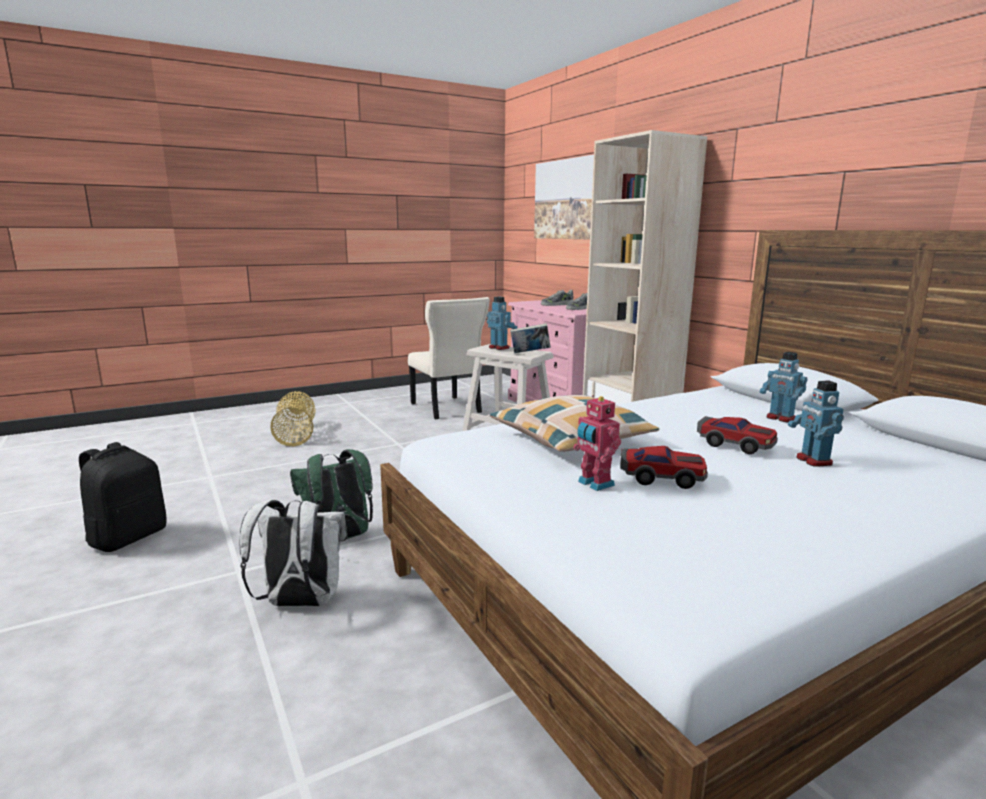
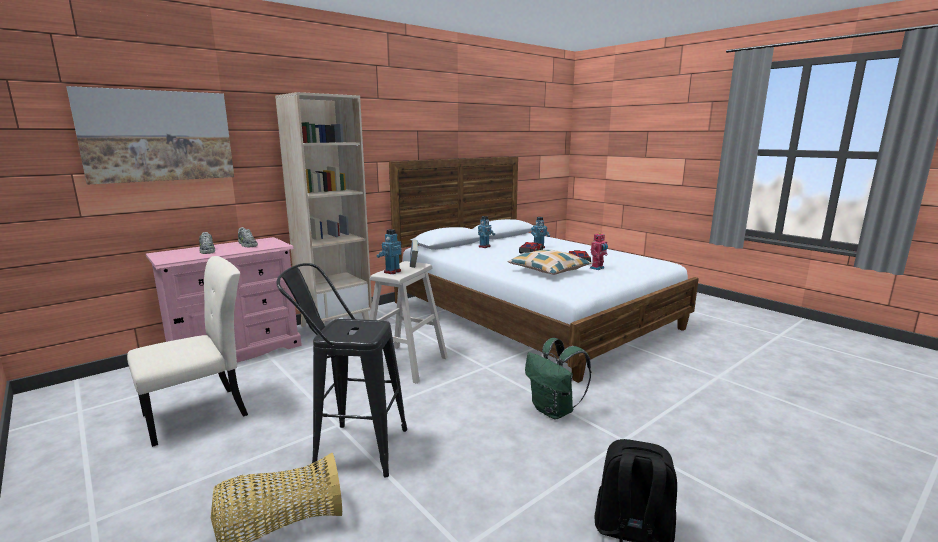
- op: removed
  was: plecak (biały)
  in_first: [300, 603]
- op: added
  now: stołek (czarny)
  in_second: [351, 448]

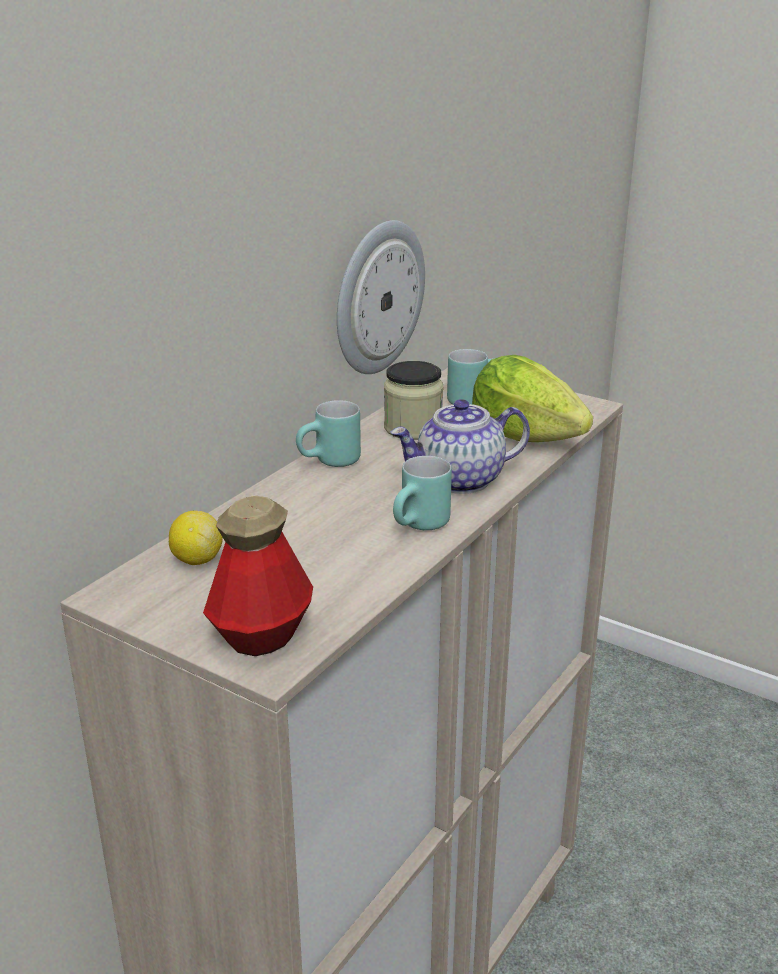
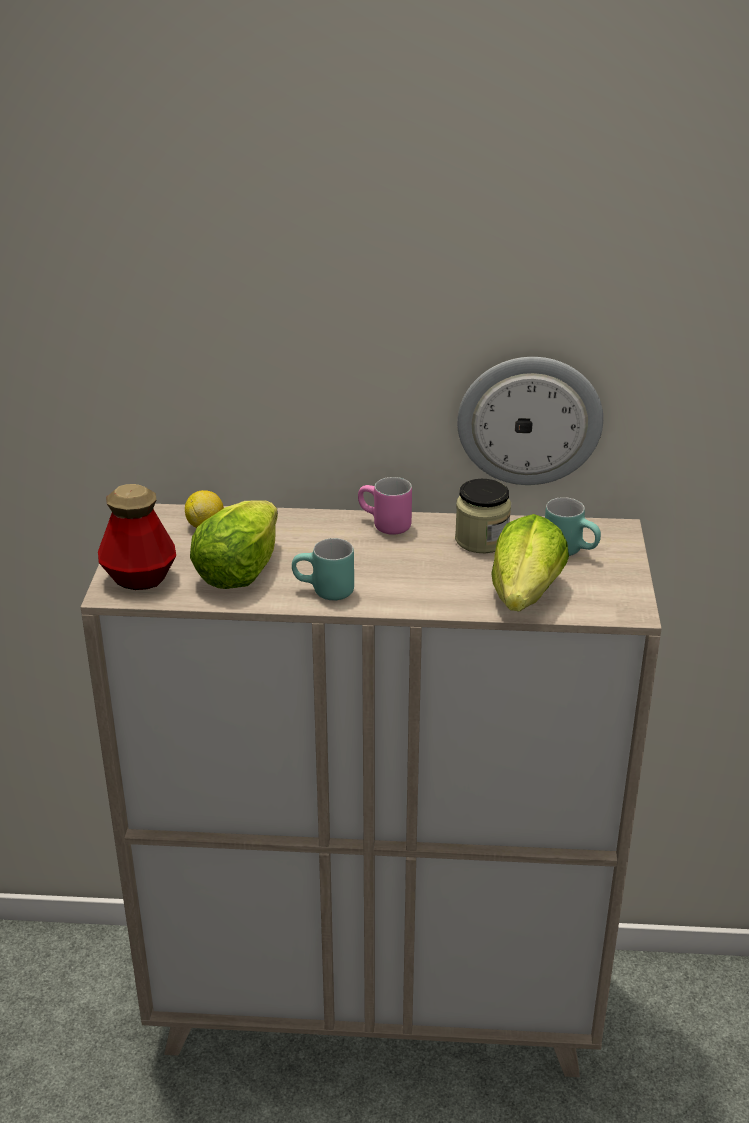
- op: removed
  was: imbryk
  in_first: [459, 480]
- op: recoloured
  was: kubek (turkusowy)
  now: kubek (różowy)
  in_first: [331, 463]
  in_second: [383, 526]
- op: added
  now: sałata
  in_second: [238, 572]

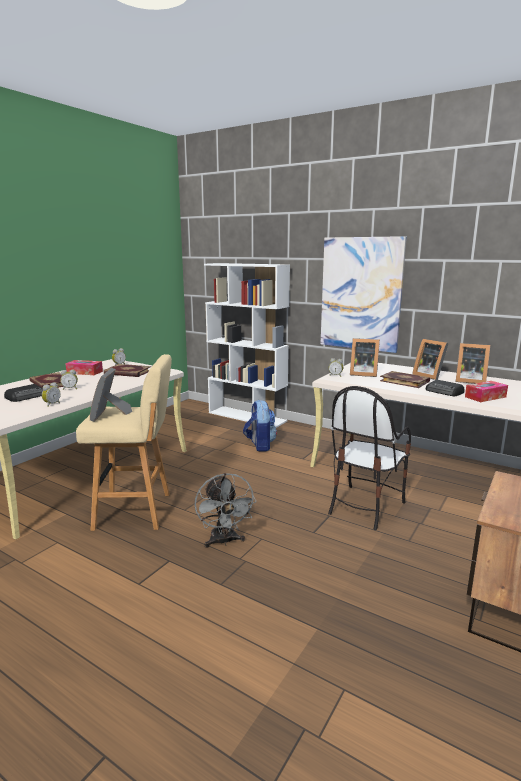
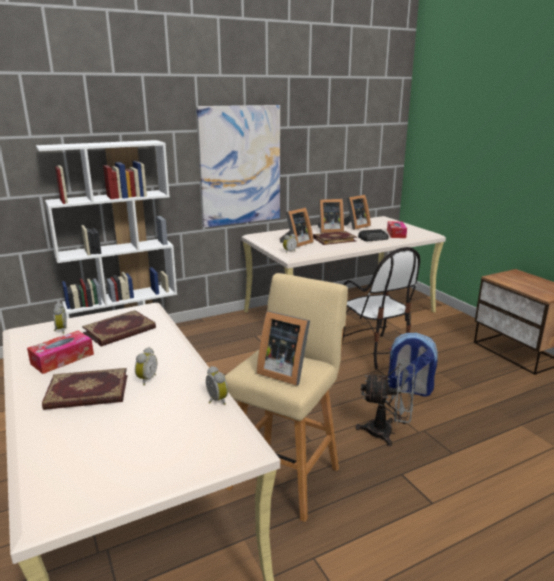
- op: removed
  was: radio
  in_first: [26, 396]
- op: moved
  was: plecak
  in_first: [260, 445]
  in_second: [408, 389]

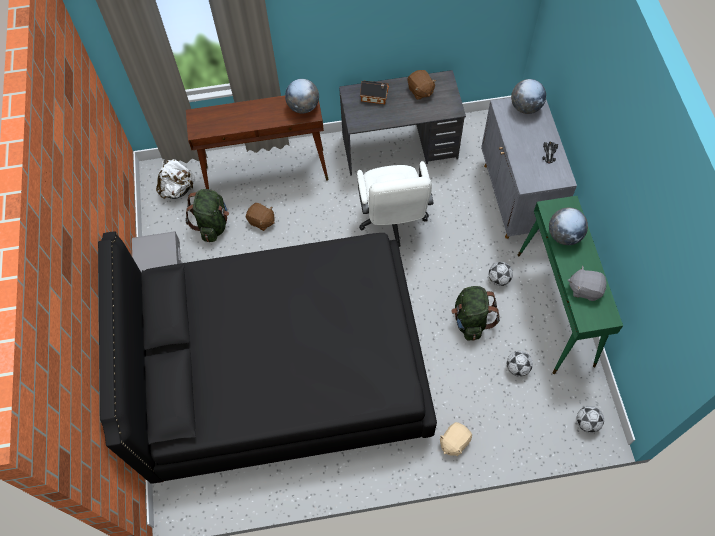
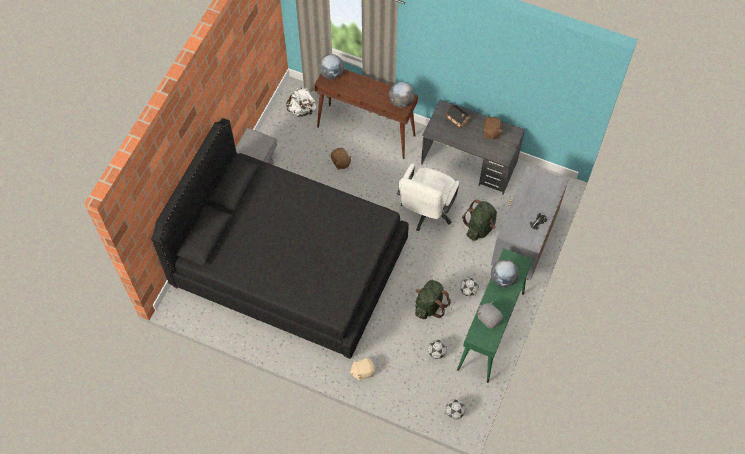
- op: moved
  was: globus
  in_first: [525, 107]
  in_second: [331, 74]
- op: moved
  was: plecak (zielony)
  in_first: [213, 224]
  in_second: [480, 227]

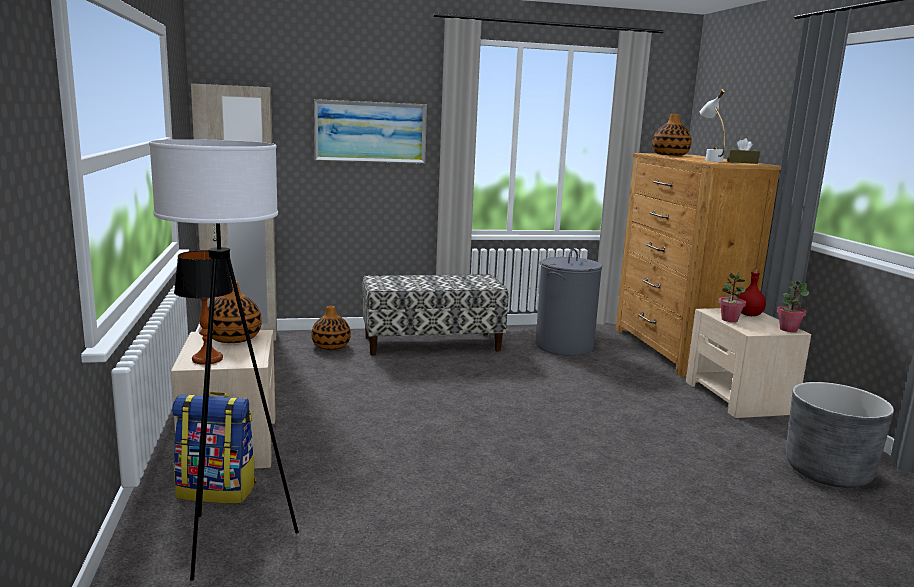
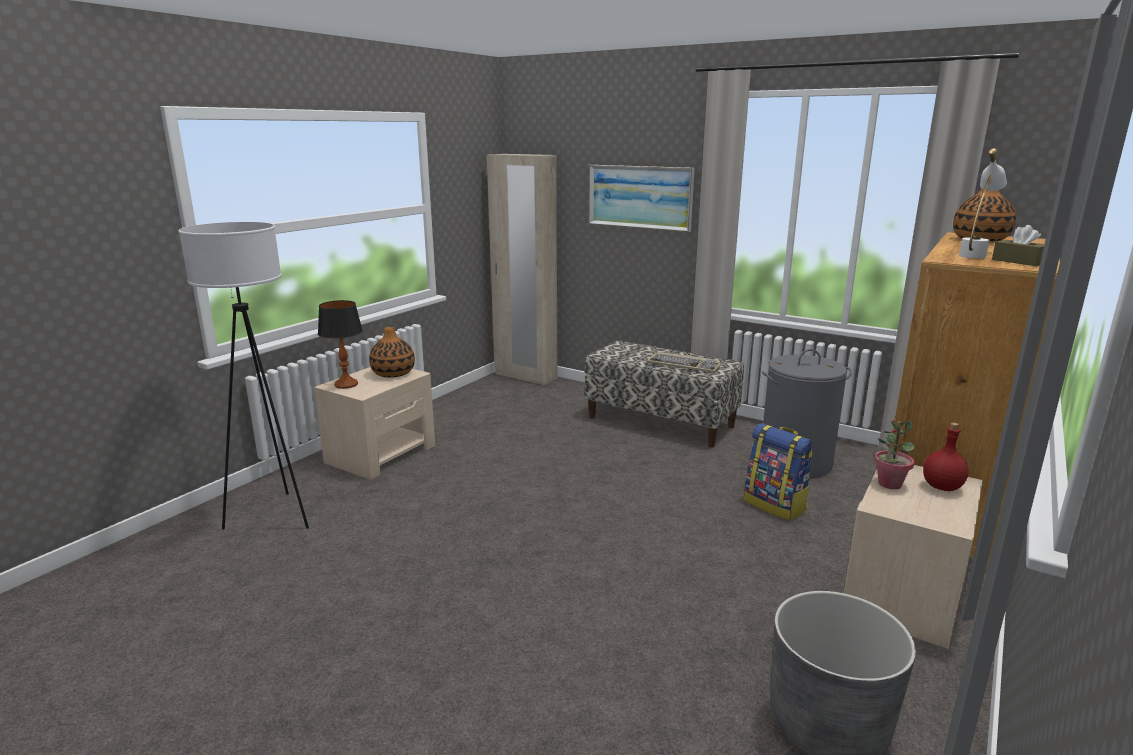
- op: removed
  was: roślina doniczkowa
  in_first: [788, 329]
- op: removed
  was: wazon
  in_first: [331, 346]
- op: moved
  was: plecak
  in_first: [217, 490]
  in_second: [775, 505]
- op: added
  now: klawiatura
  in_second: [684, 365]

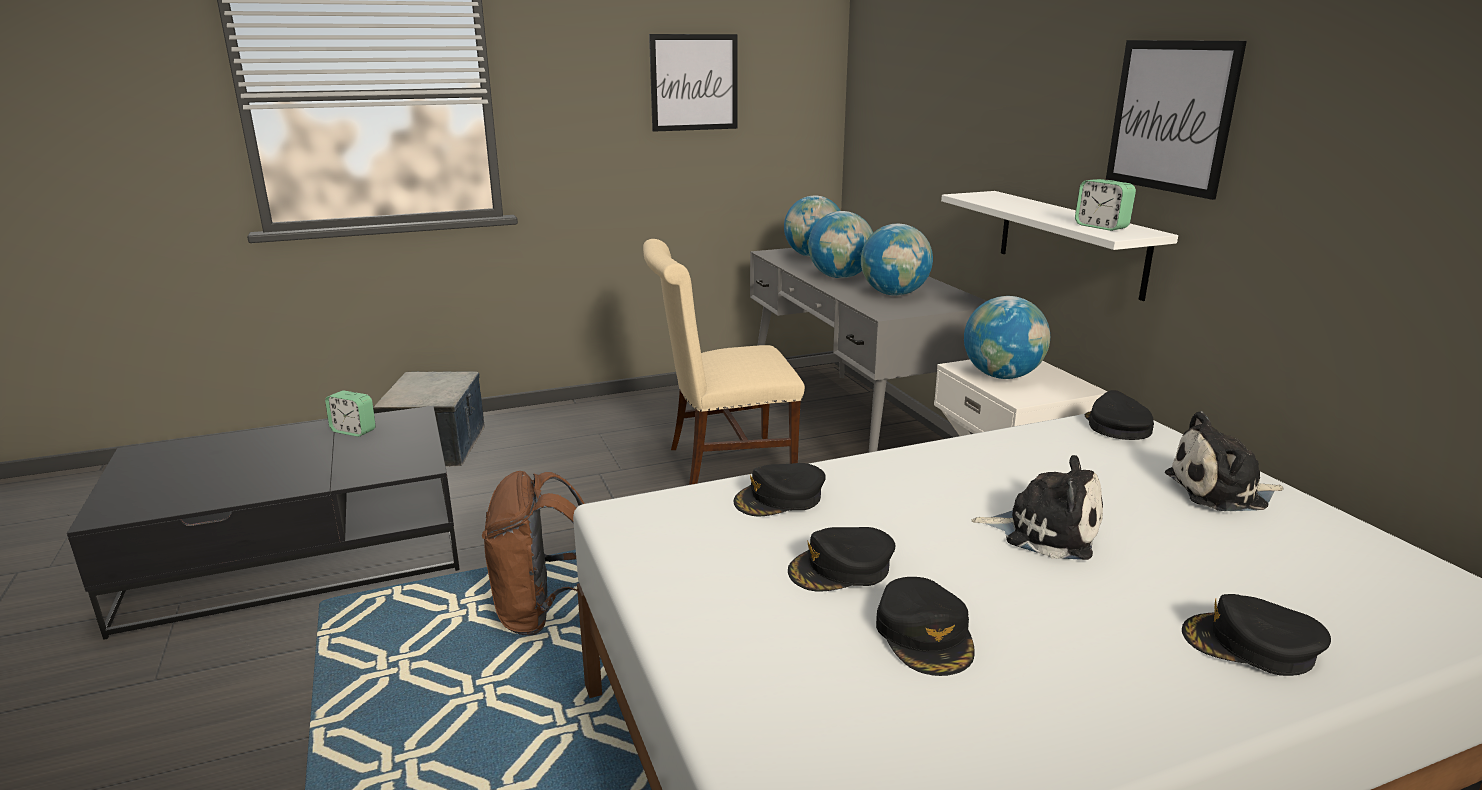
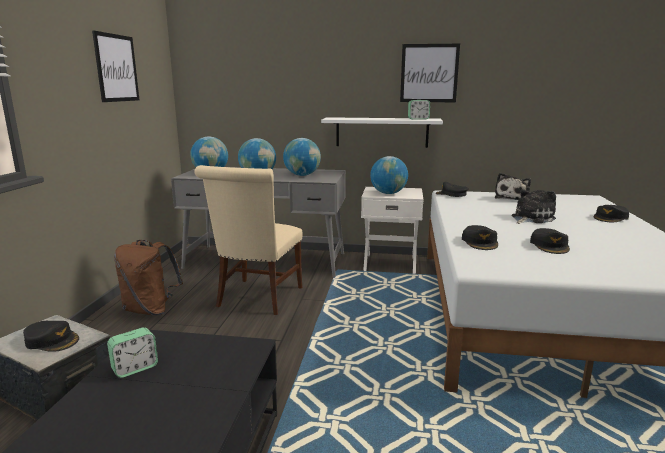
- op: moved
  was: plecak (brązowy)
  in_first: [544, 613]
  in_second: [151, 310]
- op: moved
  was: czapka z daszkiem (czarny)
  in_first: [925, 635]
  in_second: [52, 340]

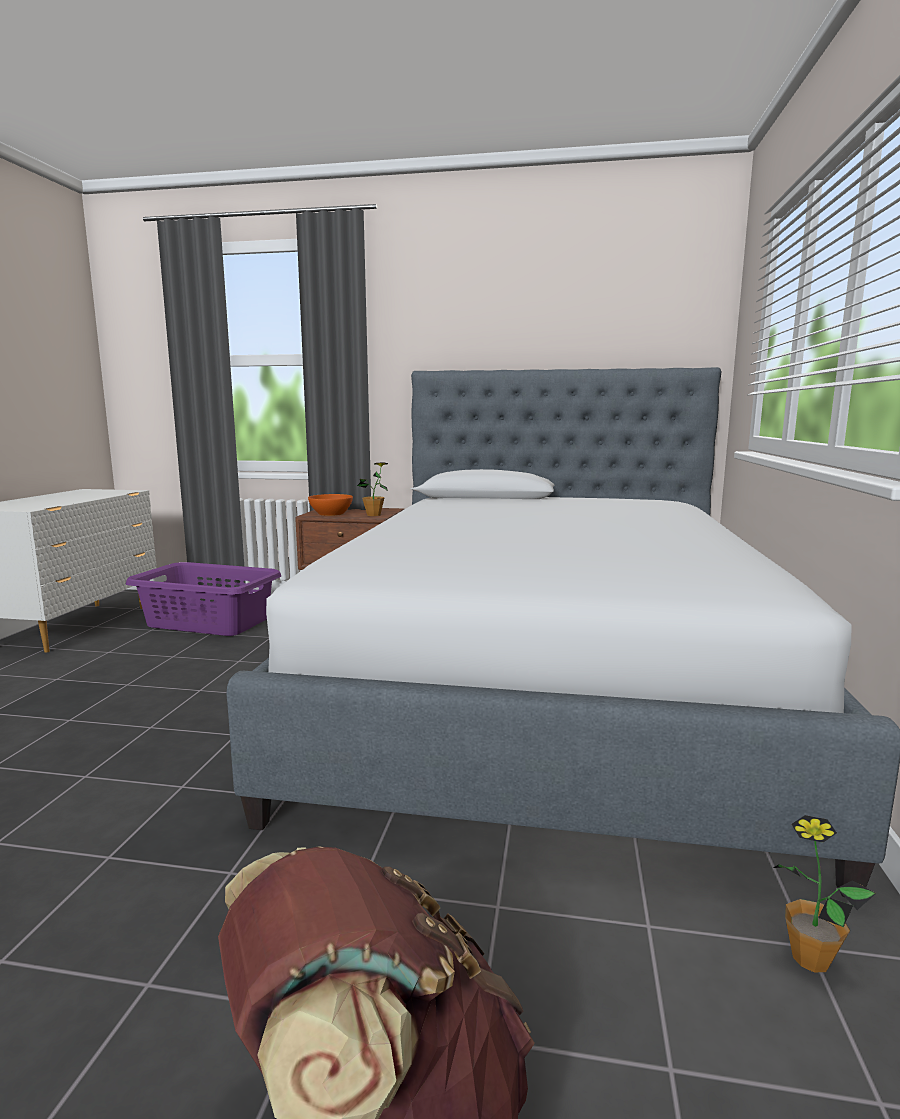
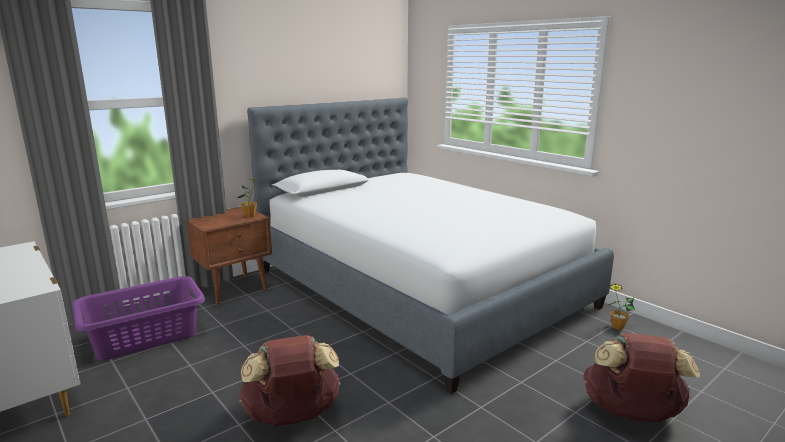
- op: removed
  was: miska (pomarańczowy)
  in_first: [331, 514]
- op: added
  now: plecak (brązowy)
  in_second: [292, 417]

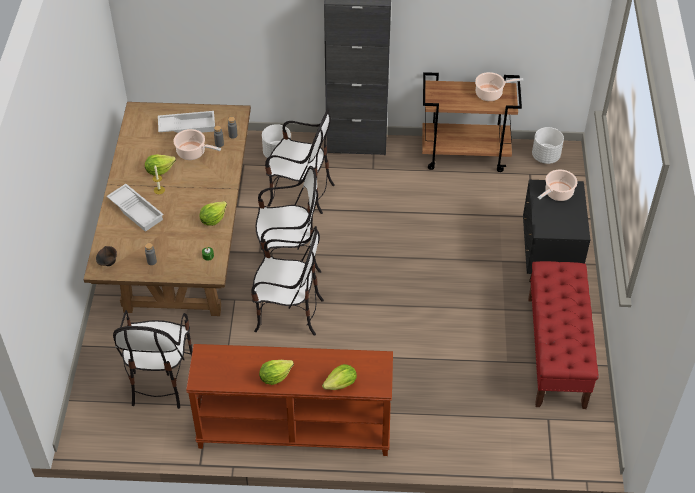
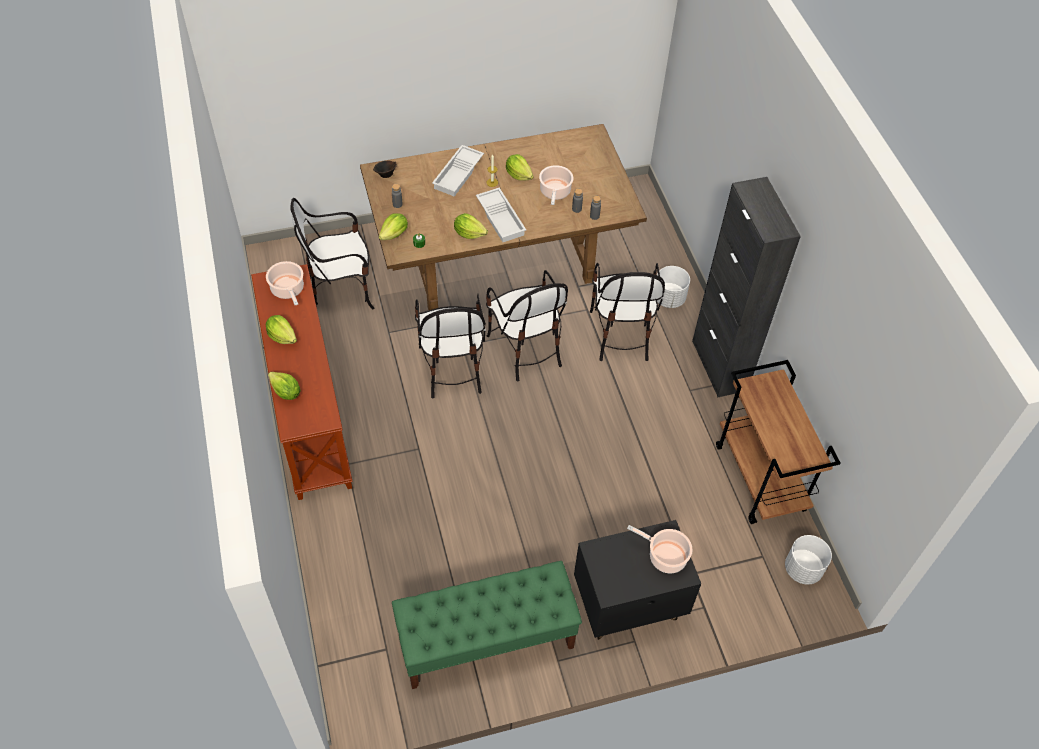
- op: moved
  was: garnek
  in_first: [490, 94]
  in_second: [288, 290]
- op: moved
  was: taca (biały)
  in_first: [187, 126]
  in_second: [501, 218]
- op: recoloured
  was: ławka (czerwony)
  now: ławka (zielony)
  in_first: [556, 352]
  in_second: [485, 640]
- op: added
  now: sałata
  in_second: [394, 234]

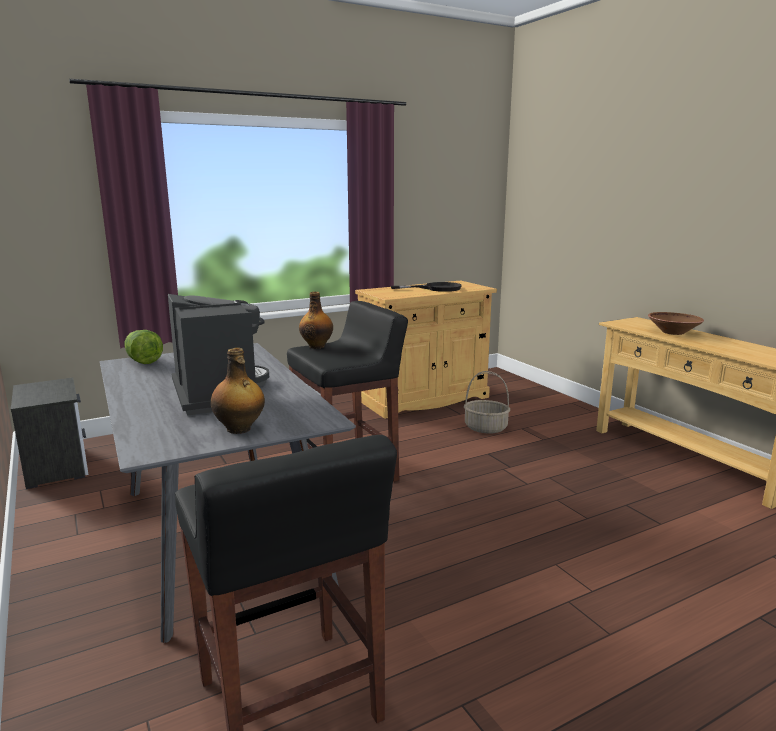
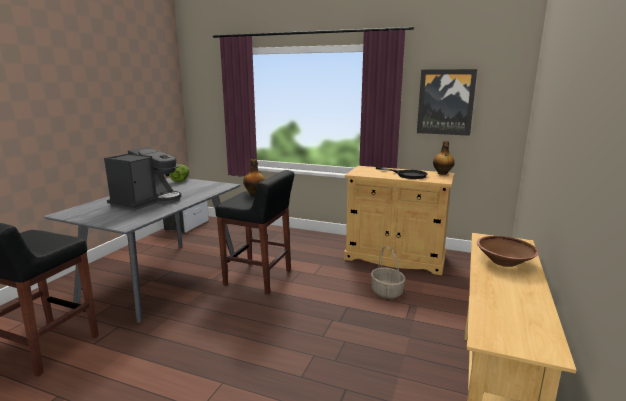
- op: moved
  was: butelka
  in_first: [239, 429]
  in_second: [442, 173]
- op: added
  now: obraz
  in_second: [445, 102]

